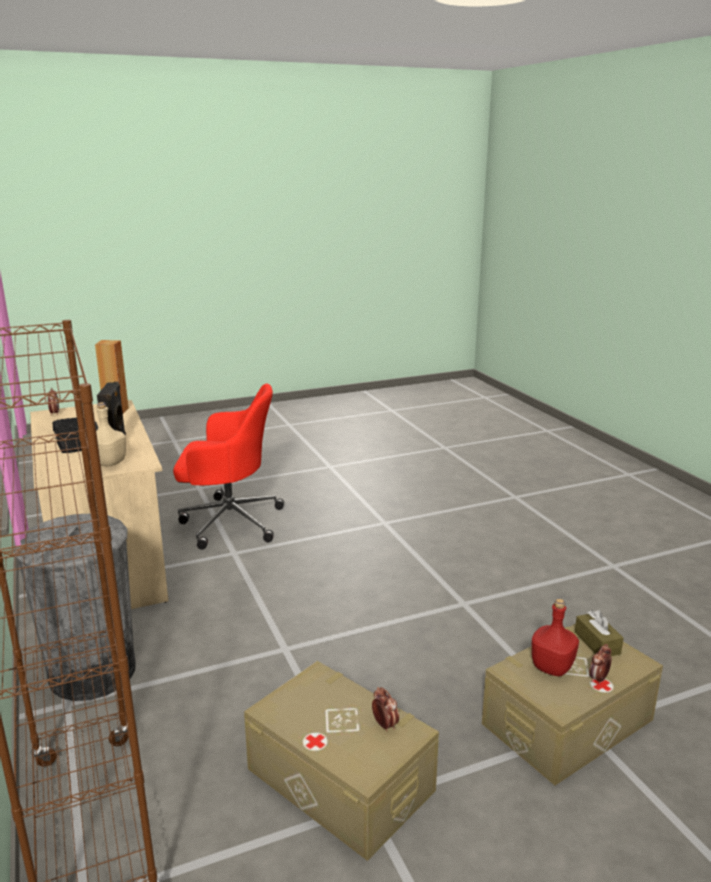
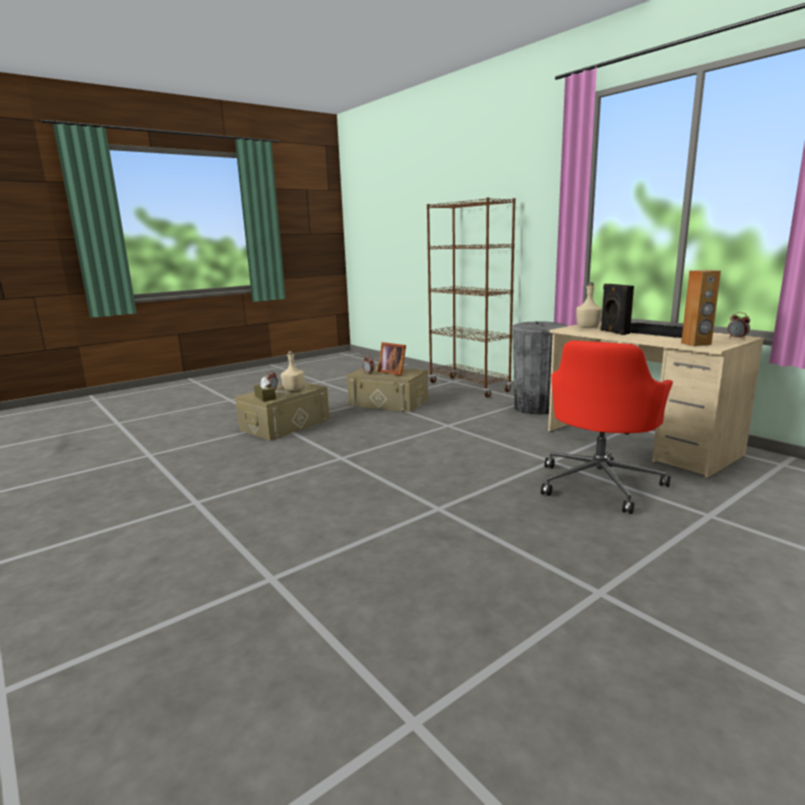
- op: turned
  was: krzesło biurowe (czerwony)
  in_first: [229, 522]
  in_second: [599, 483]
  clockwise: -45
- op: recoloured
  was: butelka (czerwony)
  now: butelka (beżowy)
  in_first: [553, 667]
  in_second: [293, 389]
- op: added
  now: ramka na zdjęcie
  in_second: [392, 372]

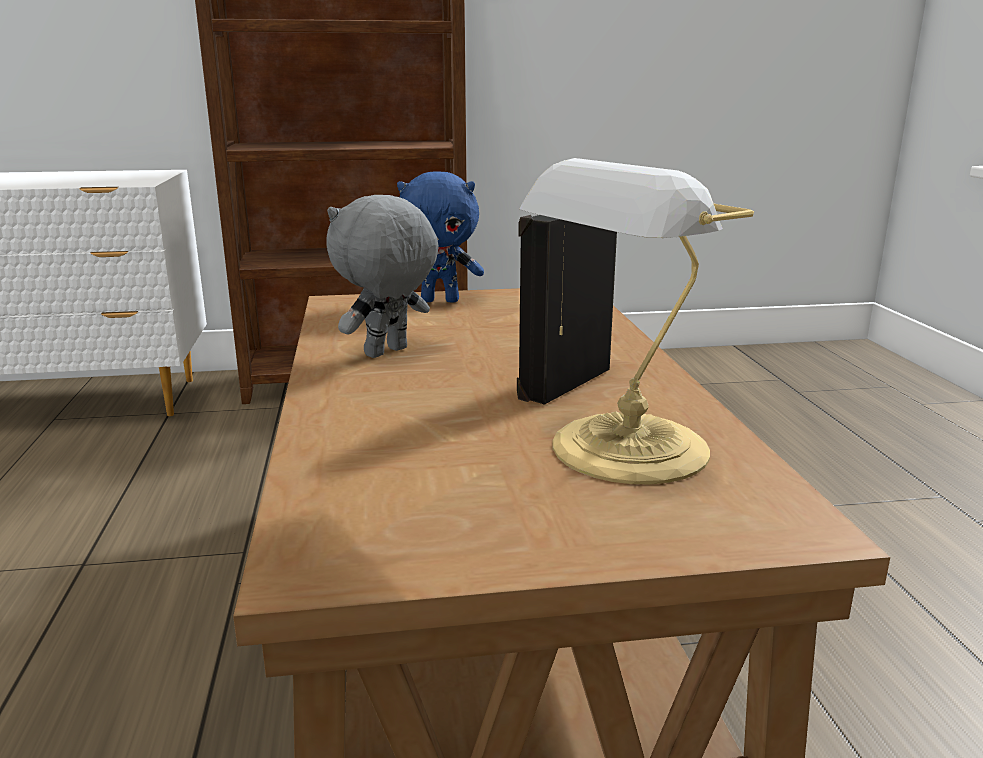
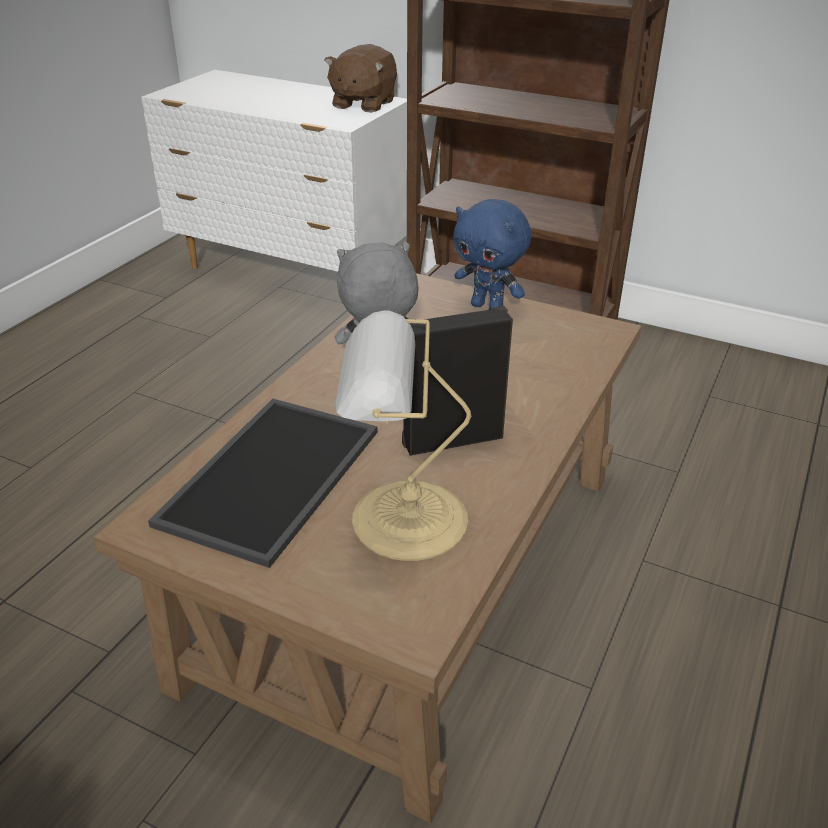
- op: added
  now: pluszak (brązowy)
  in_second: [362, 104]
- op: added
  now: taca
  in_second: [273, 478]

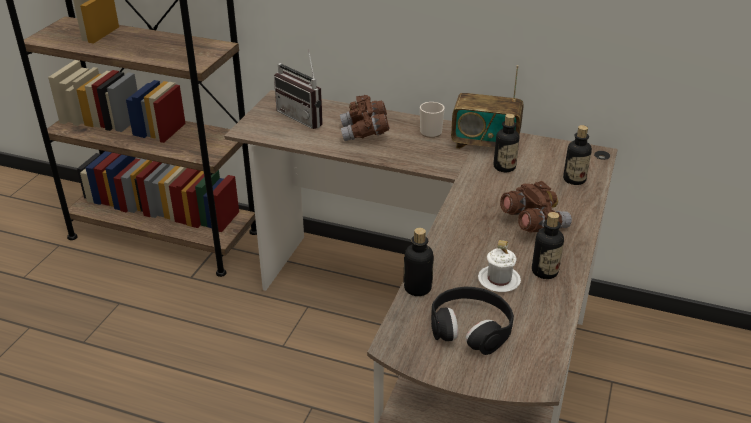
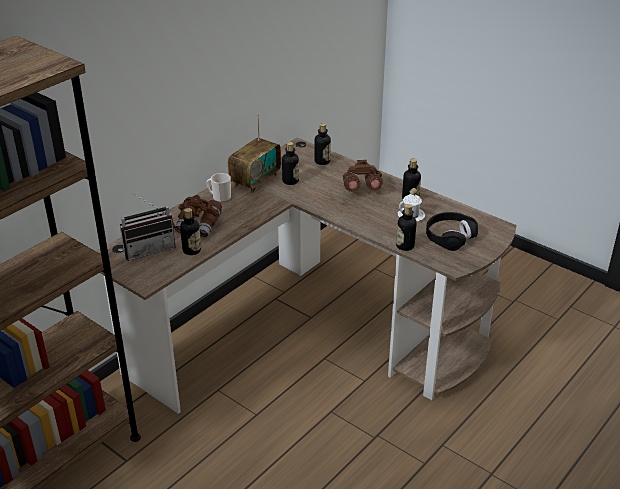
- op: added
  now: butelka
  in_second: [192, 250]

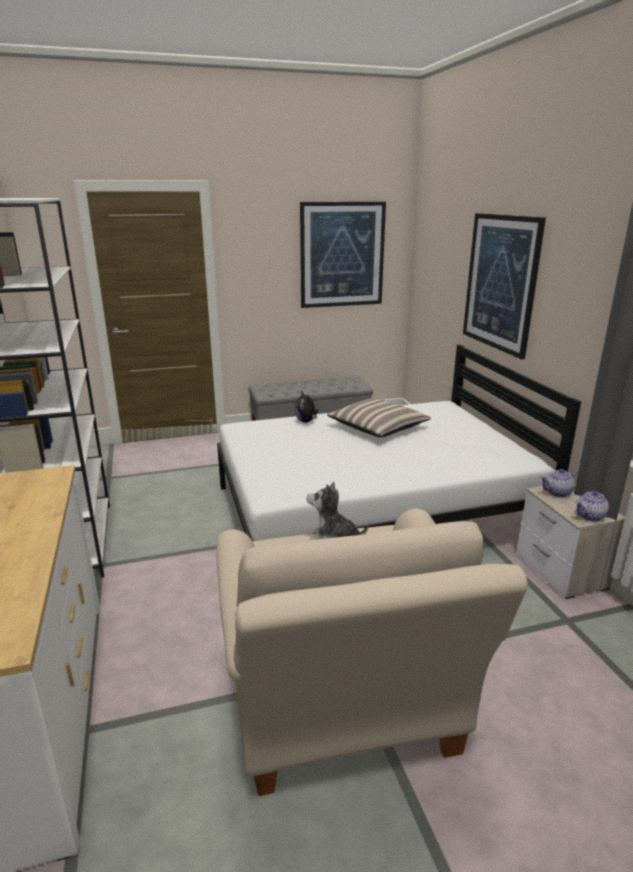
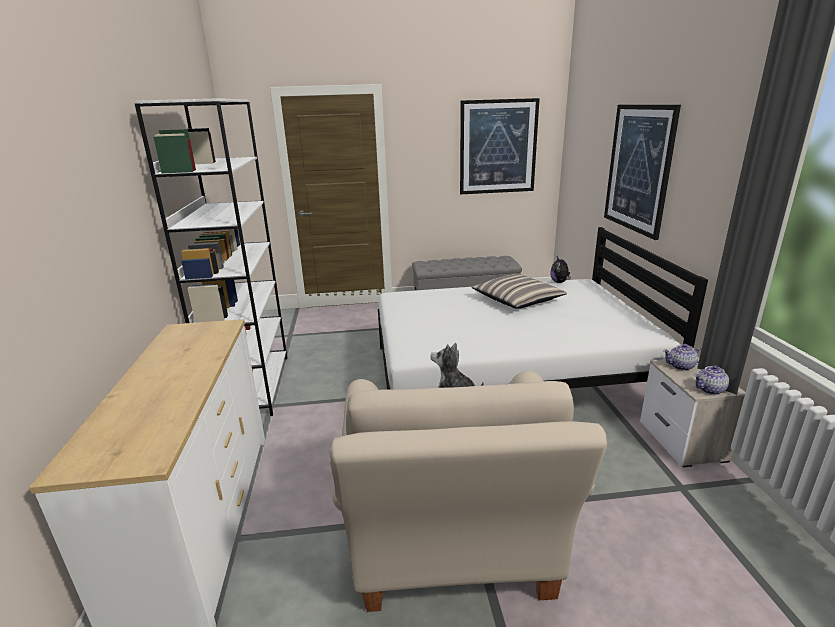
- op: moved
  was: pluszak
  in_first: [306, 421]
  in_second: [559, 282]

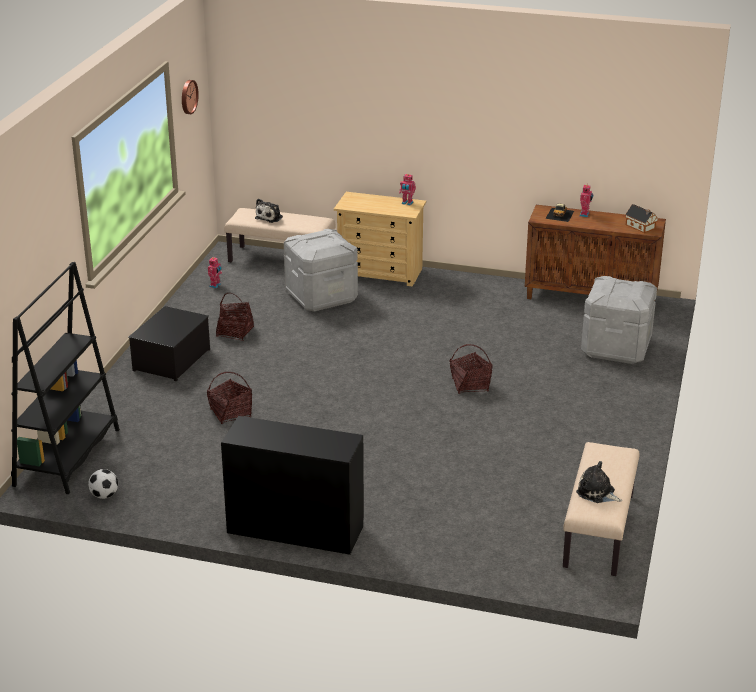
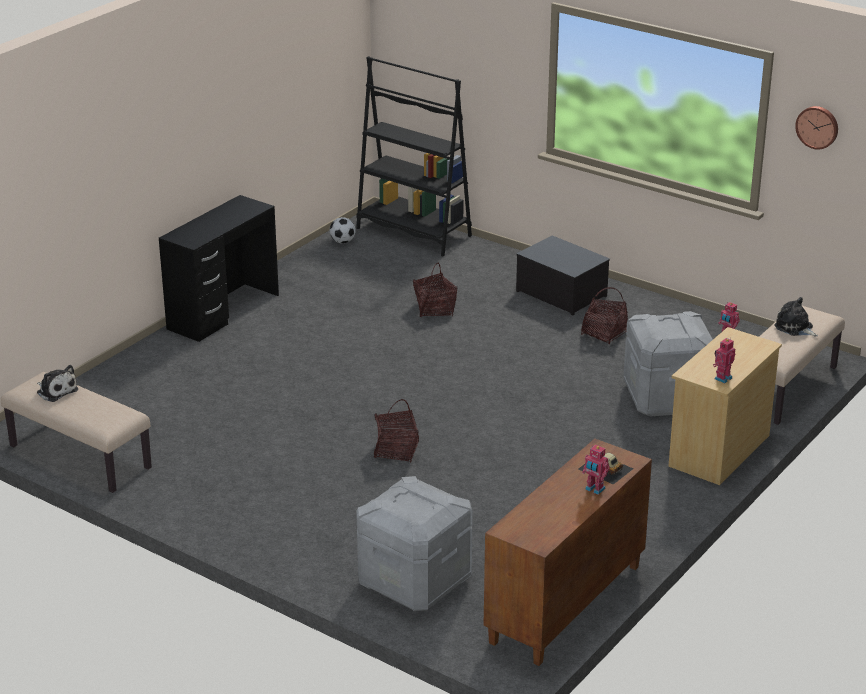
- op: removed
  was: domek
  in_first: [641, 227]
- op: turned
  was: pluszak
  in_first: [597, 493]
  in_second: [56, 391]
  clockwise: 75

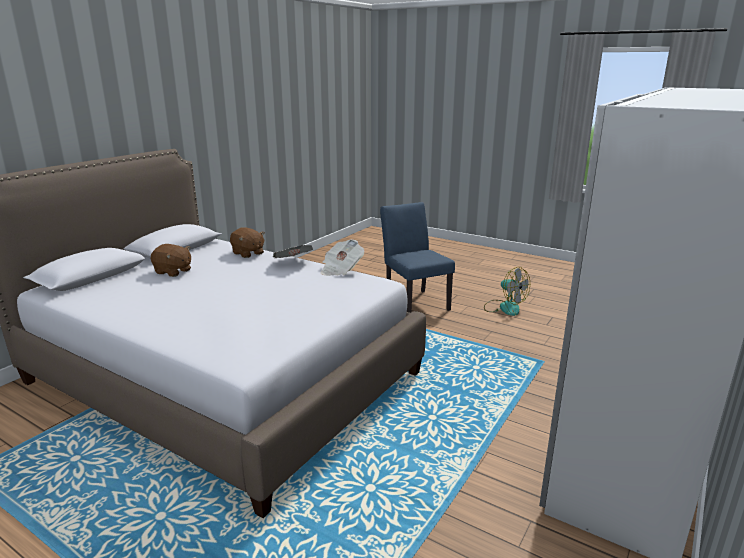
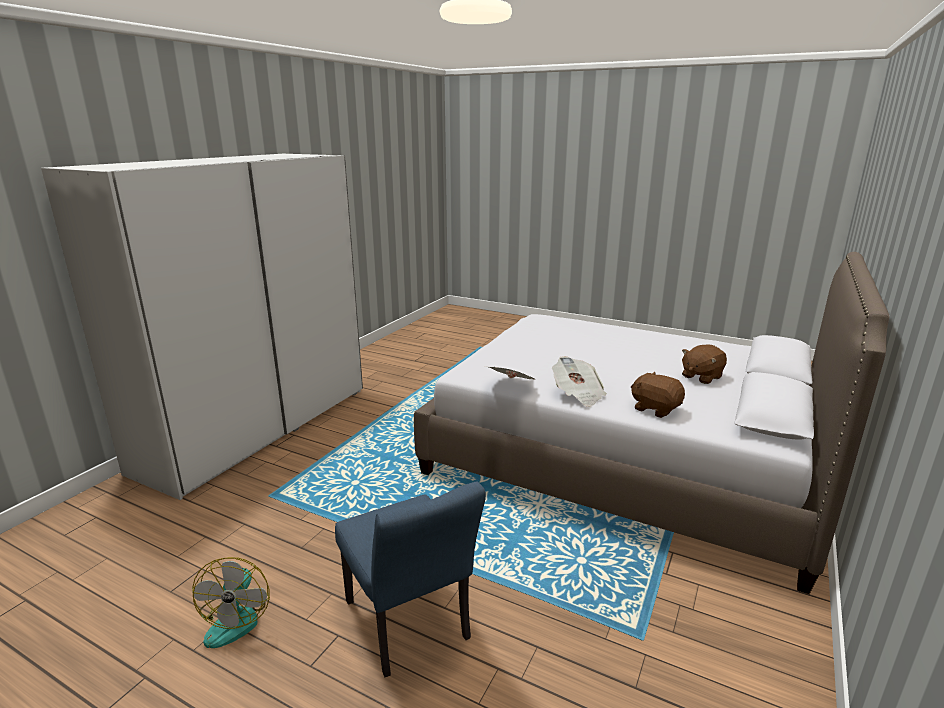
- op: turned
  was: pluszak (brązowy)
  in_first: [173, 272]
  in_second: [701, 376]
  clockwise: -60
- op: turned
  was: wentylator
  in_first: [504, 307]
  in_second: [236, 618]
  clockwise: -135

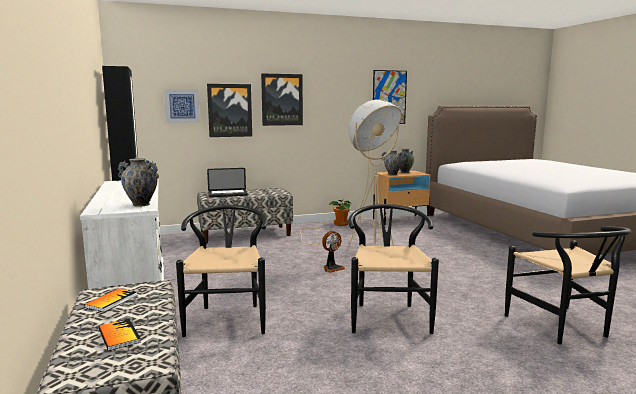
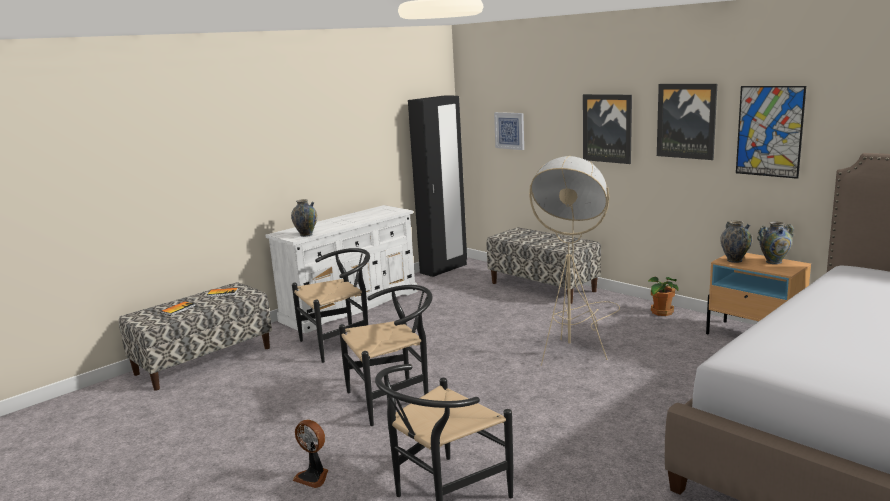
- op: moved
  was: obraz
  in_first: [230, 110]
  in_second: [686, 121]
- op: removed
  was: laptop
  in_first: [227, 194]
- op: moved
  was: wentylator
  in_first: [332, 268]
  in_second: [313, 476]

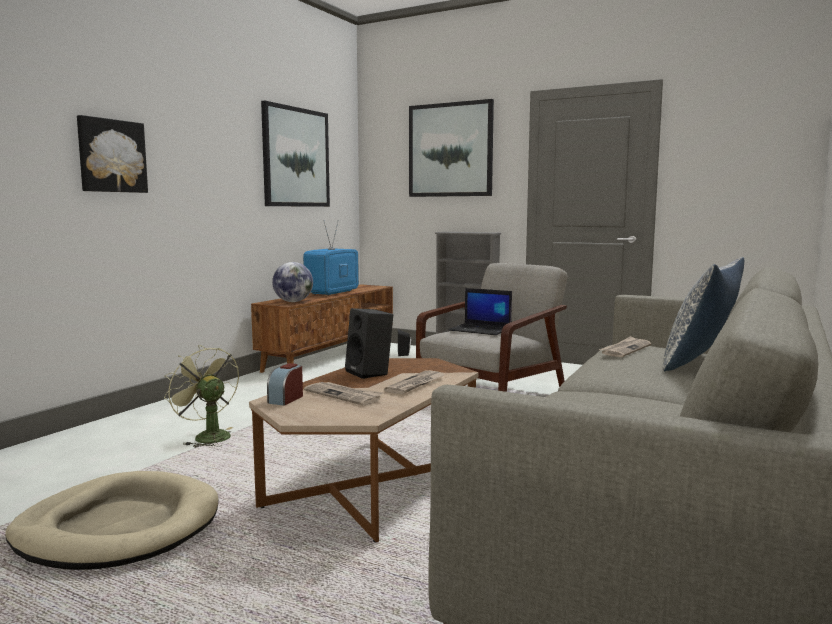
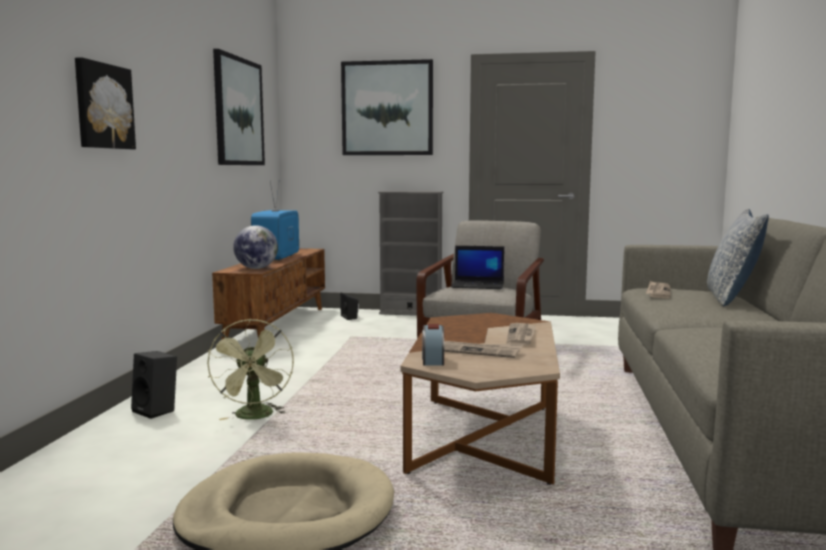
- op: moved
  was: głośnik (czarny)
  in_first: [370, 373]
  in_second: [157, 411]
- op: turned
  was: wentylator (zielony)
  in_first: [207, 436]
  in_second: [255, 417]
  clockwise: -120

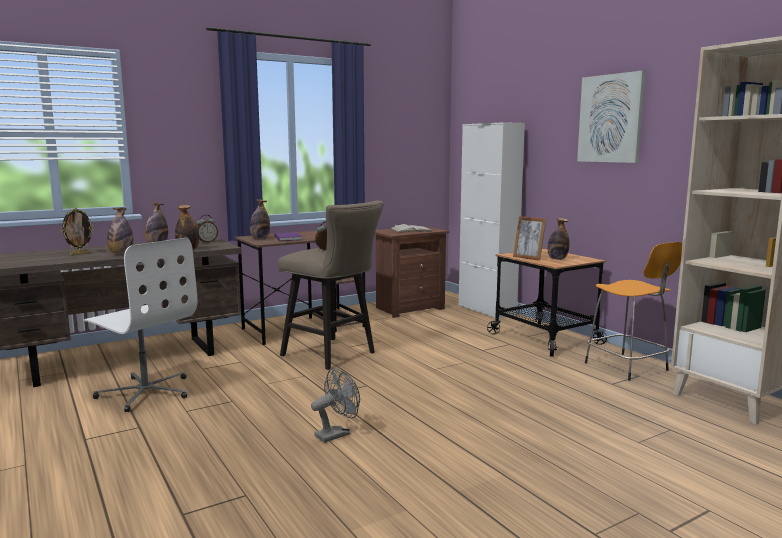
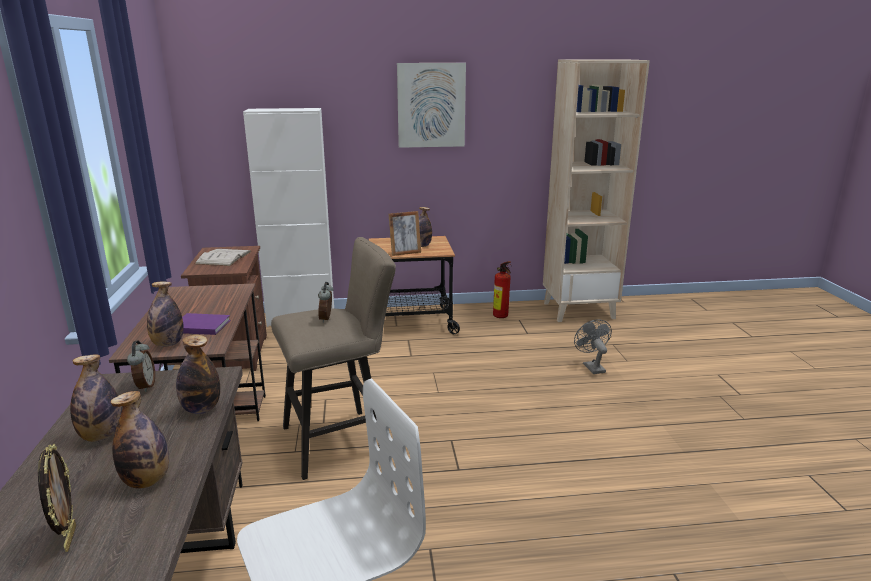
- op: replaced
  was: stołek (pomarańczowy)
  now: gaśnica
  in_first: [628, 367]
  in_second: [501, 317]
- op: moved
  was: wentylator (szary)
  in_first: [337, 434]
  in_second: [591, 366]

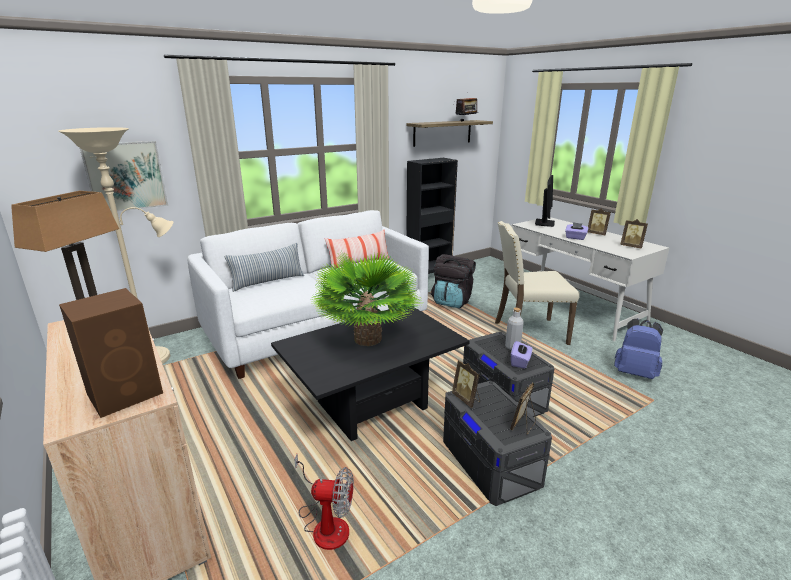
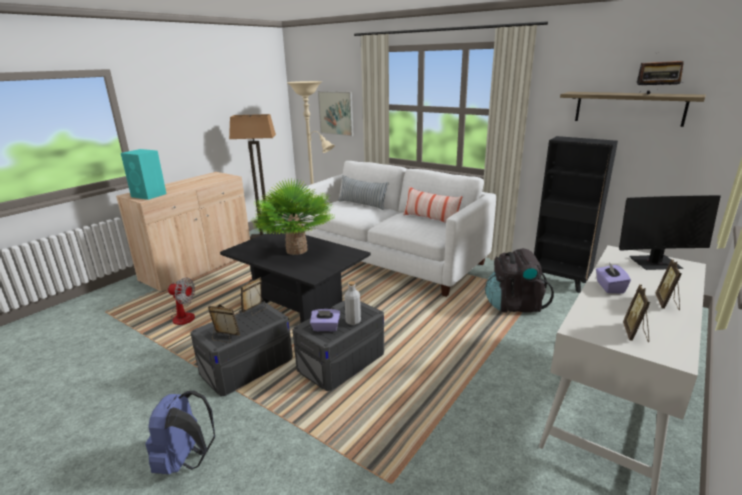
- op: removed
  was: krzesło (beżowy)
  in_first: [528, 332]
- op: recoloured
  was: głośnik (brązowy)
  now: głośnik (turkusowy)
  in_first: [127, 393]
  in_second: [149, 195]
- op: moved
  was: plecak (niebieski)
  in_first: [635, 373]
  in_second: [186, 460]
- op: turned
  was: wentylator
  in_first: [325, 524]
  in_second: [184, 315]
  clockwise: -60

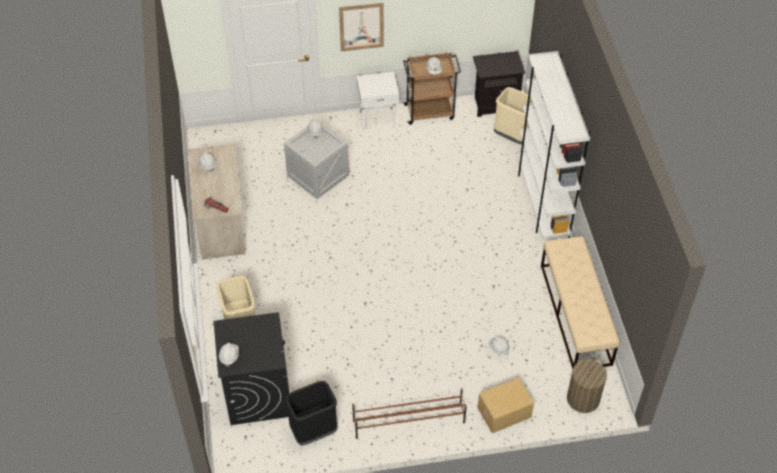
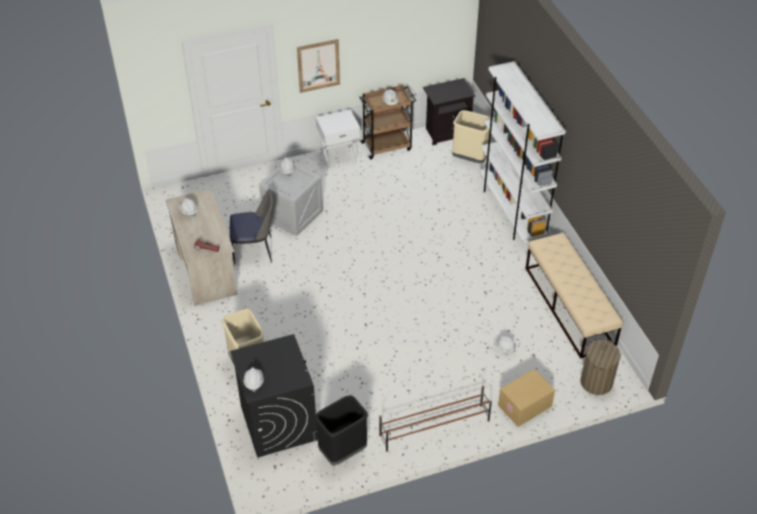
- op: added
  now: krzesło
  in_second: [254, 251]

